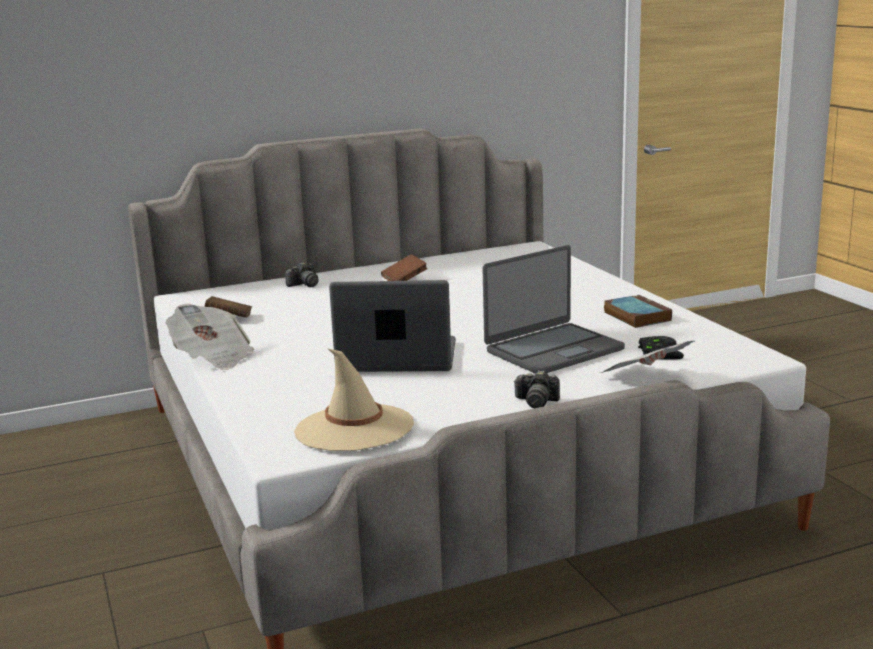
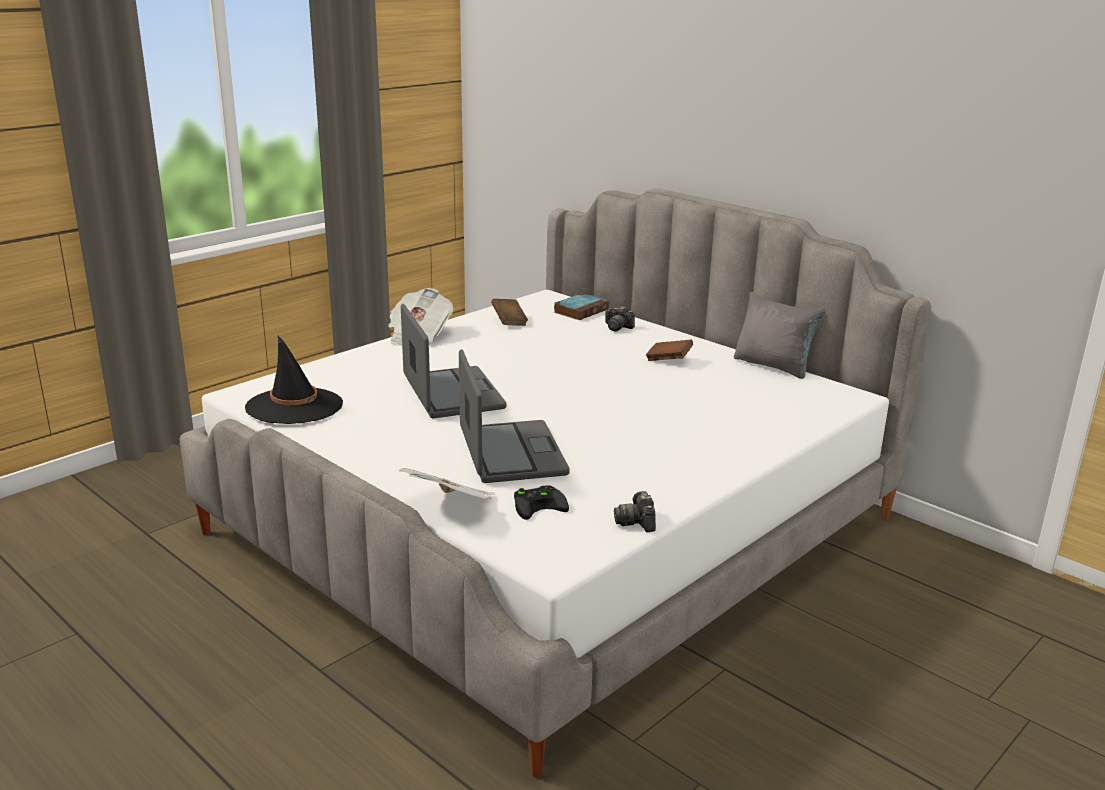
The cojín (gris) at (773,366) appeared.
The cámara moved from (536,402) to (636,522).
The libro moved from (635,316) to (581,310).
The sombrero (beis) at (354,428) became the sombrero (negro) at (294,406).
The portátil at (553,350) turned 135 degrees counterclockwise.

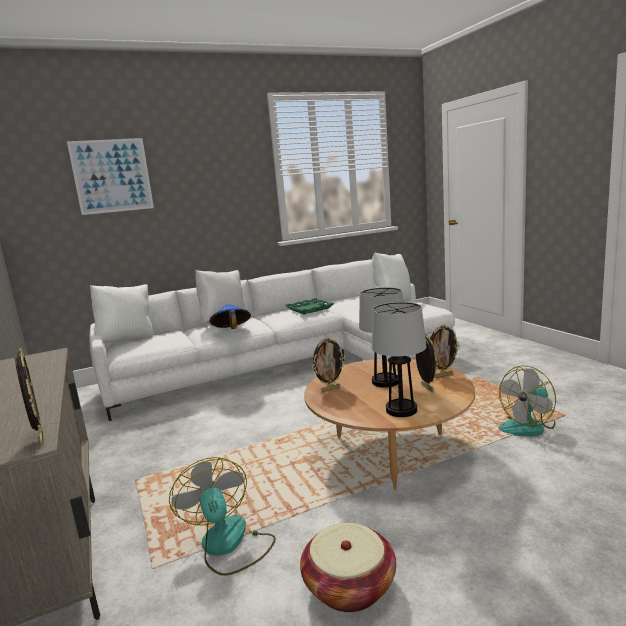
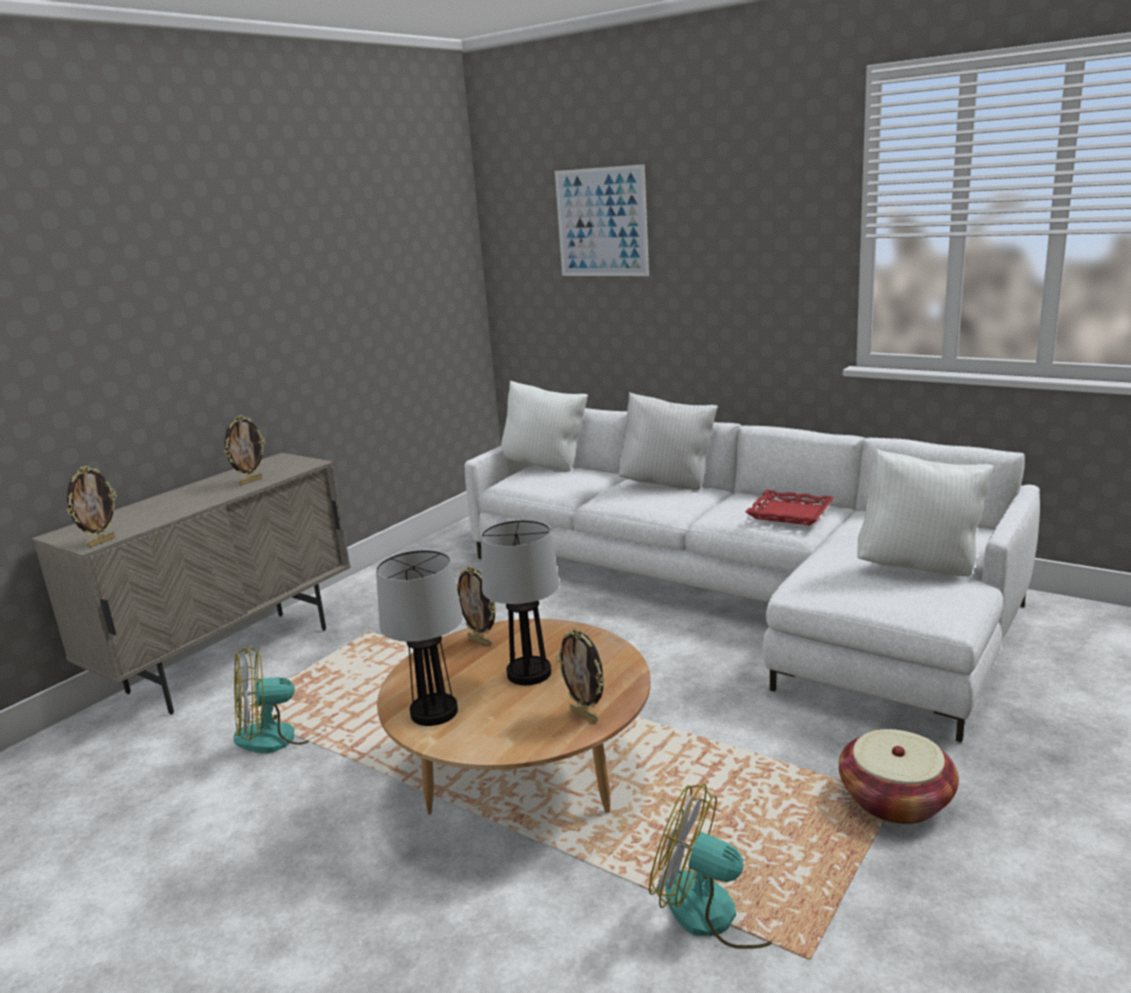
The sombrero (azul) at (231,330) disappeared.
The cesta moved from (349,586) to (895,800).
The portarretratos moved from (426,388) to (251,481).
The bandeja (verde) at (309,309) became the bandeja (rojo) at (789,513).
The ventilador at (228,545) turned 150 degrees counterclockwise.

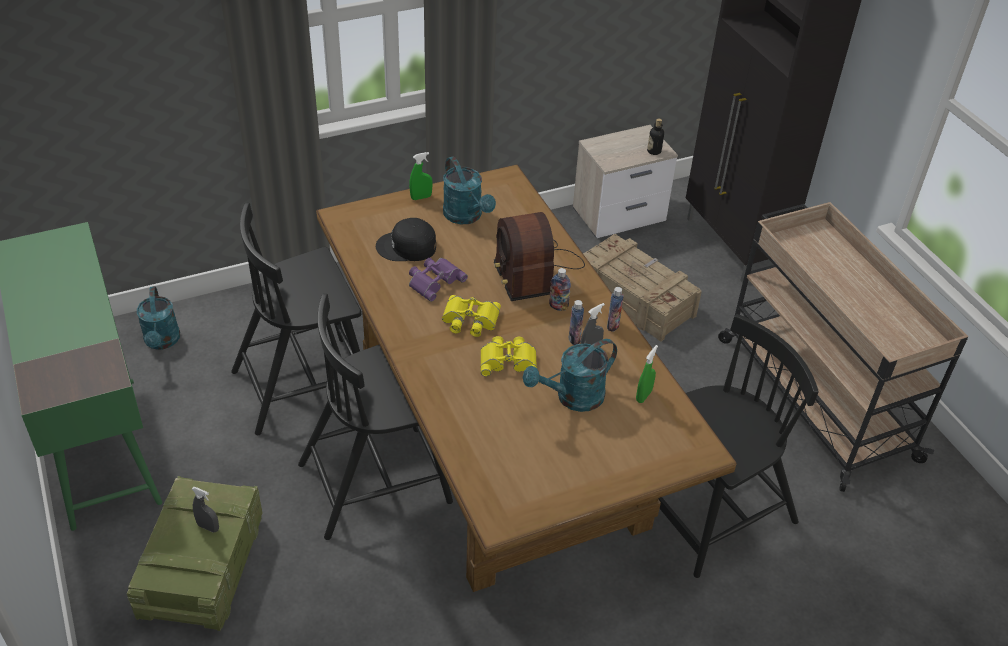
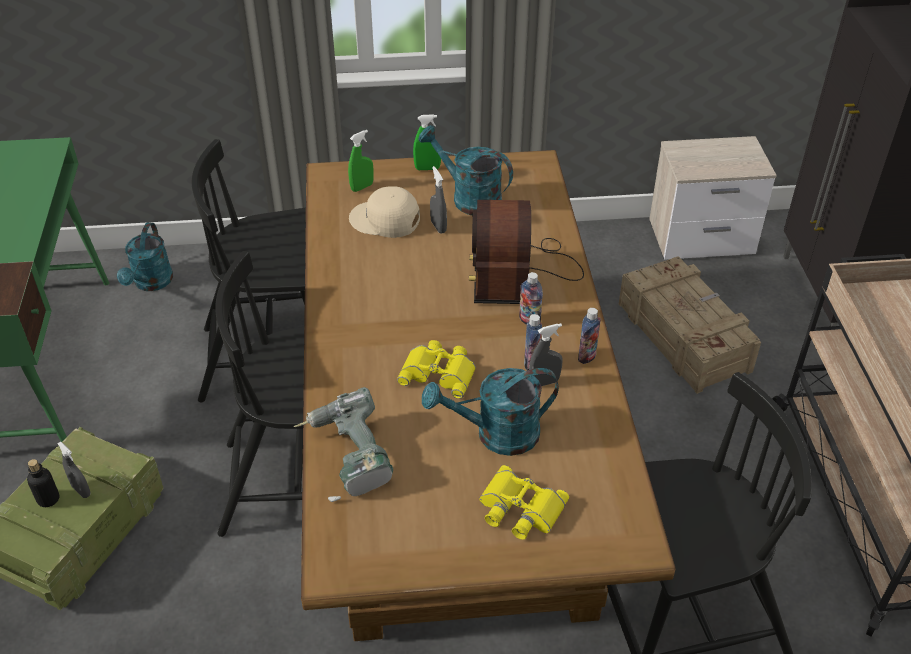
The prismáticos (morado) at (434,280) disappeared.
The taladro at (347,458) appeared.
The pulverizador (gris) at (438,227) appeared.
The prismáticos (amarillo) moved from (469,320) to (519,509).
The pulverizador (verde) moved from (643,396) to (362,187).
The botella moved from (654,151) to (48,499).
The gorra (negro) at (407,247) became the gorra (beis) at (385,220).
The regadera (turquesa) at (466,216) turned 135 degrees clockwise.

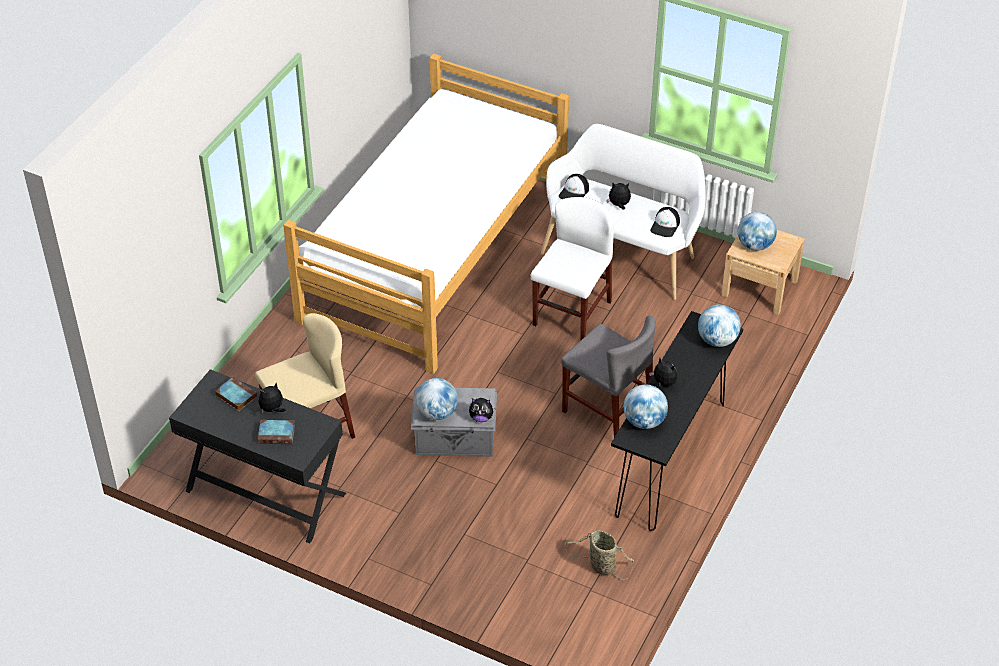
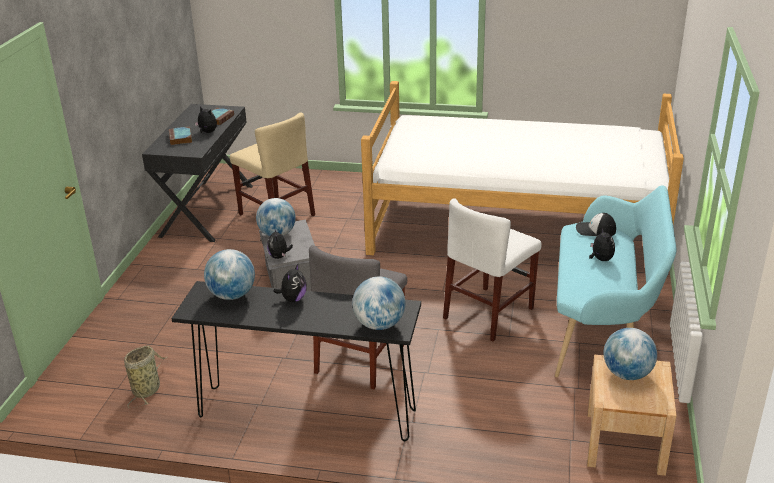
The gorra at (665,226) disappeared.
The banco (blanco) at (623,253) became the banco (turquesa) at (603,329).
The silla (blanco) at (572,313) turned 120 degrees clockwise.

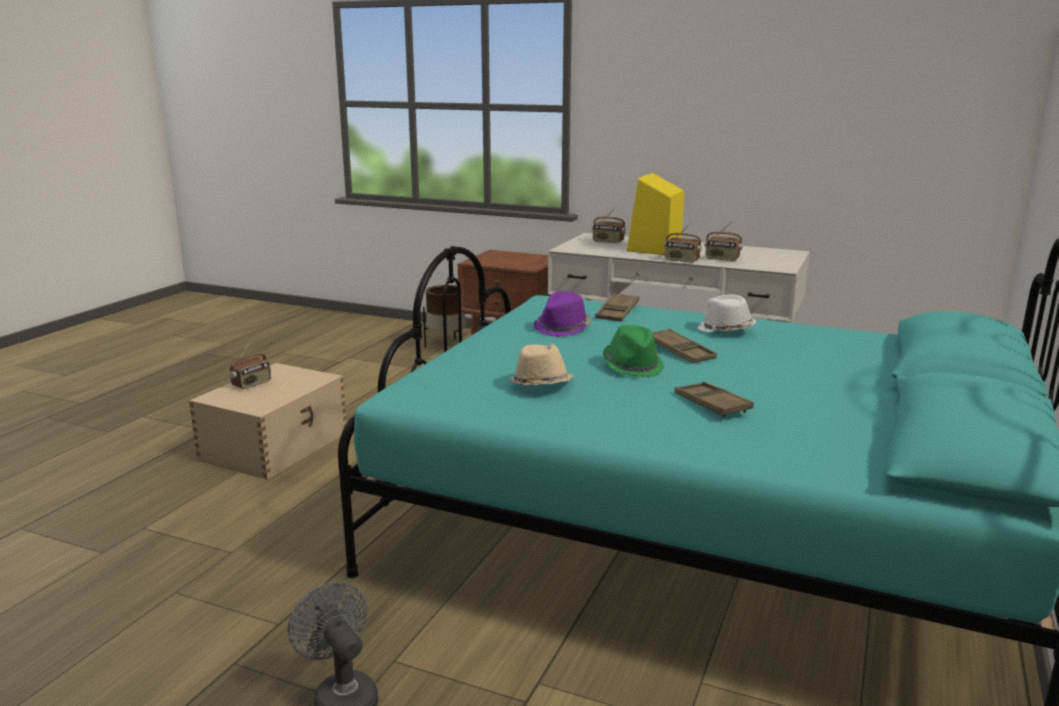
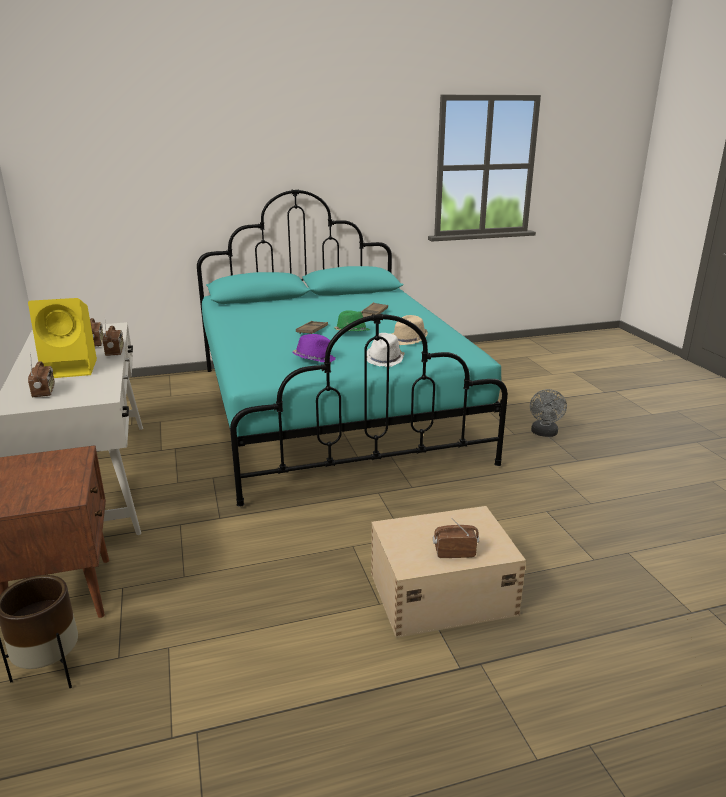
The bandeja (marrón) at (617,312) disappeared.
The sombrero (blanco) moved from (725,331) to (384,359).

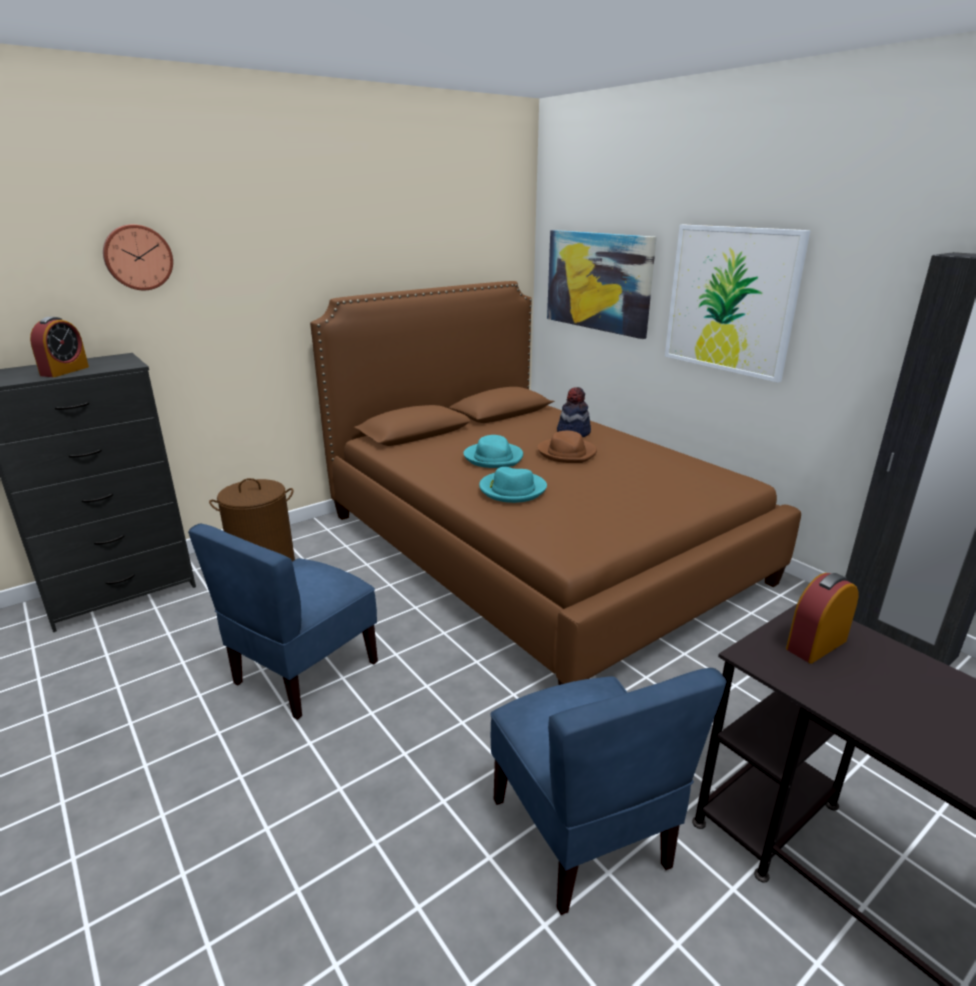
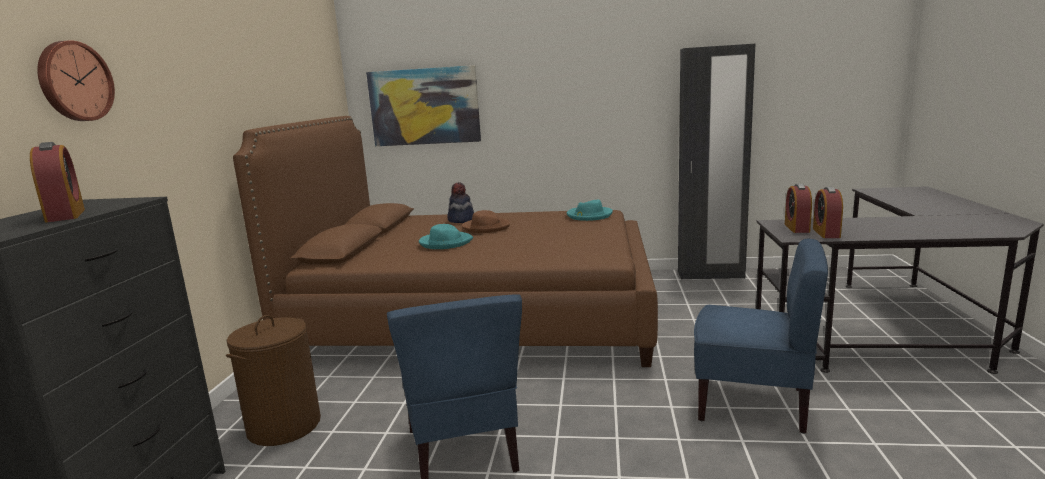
The cuadro at (731,300) disappeared.
The despertador at (826,233) appeared.
The sombrero (turquesa) moved from (512,489) to (589,216).

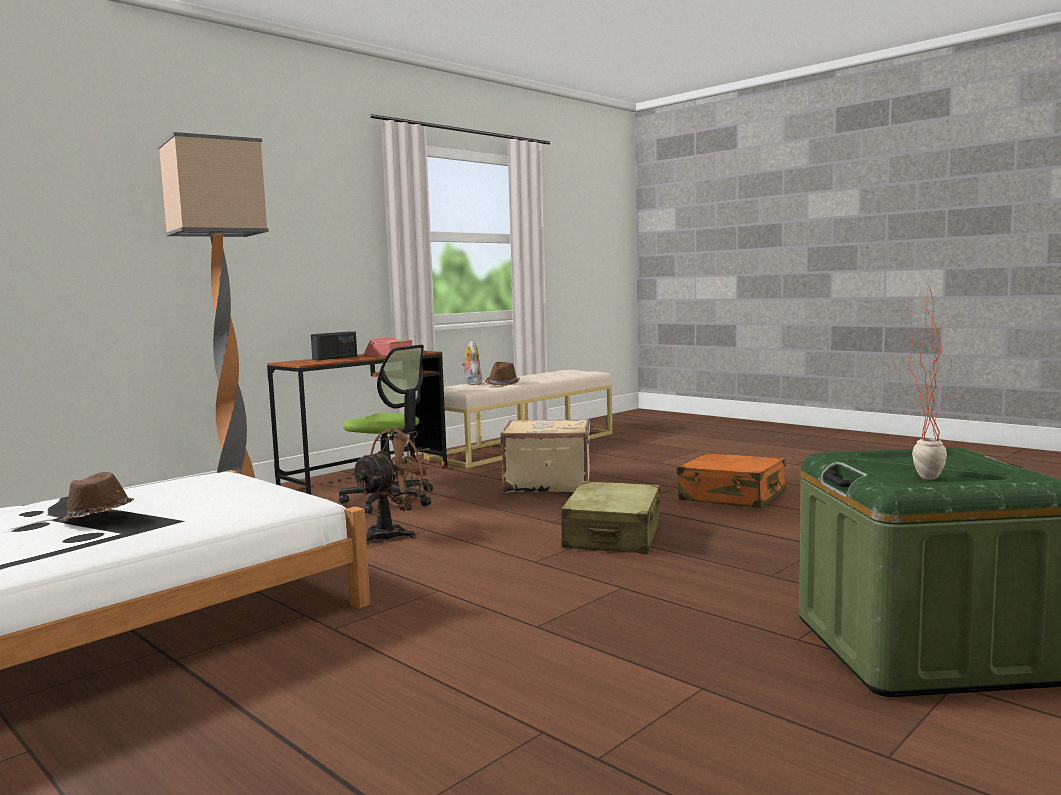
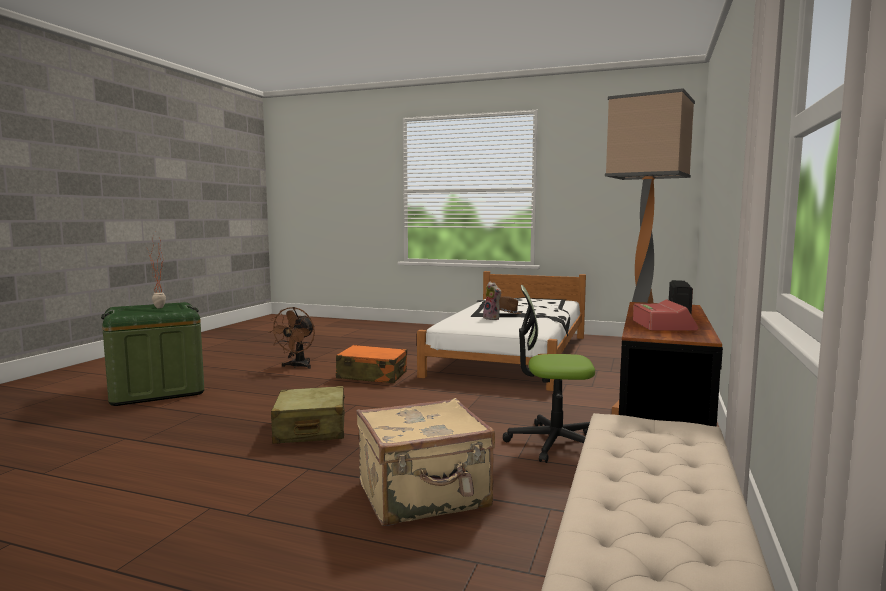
The sombrero (marrón) at (503,383) disappeared.
The ventilador (marrón) moved from (393,534) to (297,366).
The peluche moved from (472,384) to (492,318).
The maleta (naranja) moved from (732,497) to (372,375).

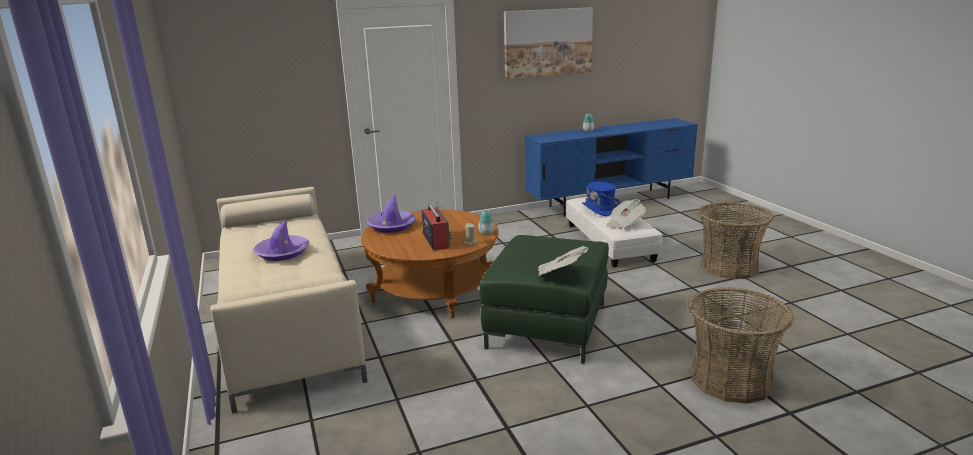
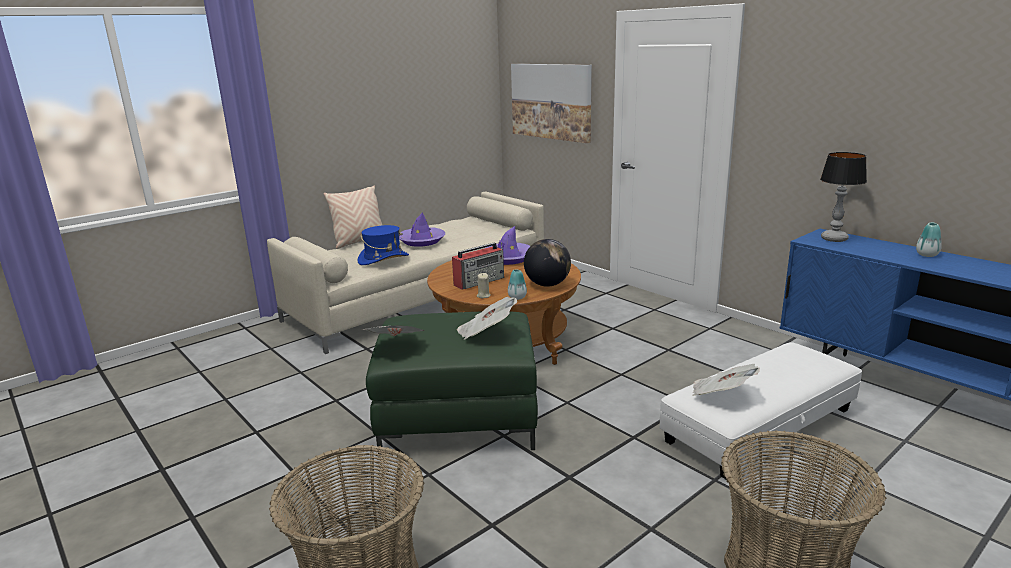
The cojín (beis) at (359,241) appeared.
The periódico at (486,332) appeared.
The globo terráqueo at (547,285) appeared.
The lámpara de mesa at (834,239) appeared.
The cuadro moved from (548,42) to (551,101).
The sombrero (azul) moved from (600,209) to (383,259).

